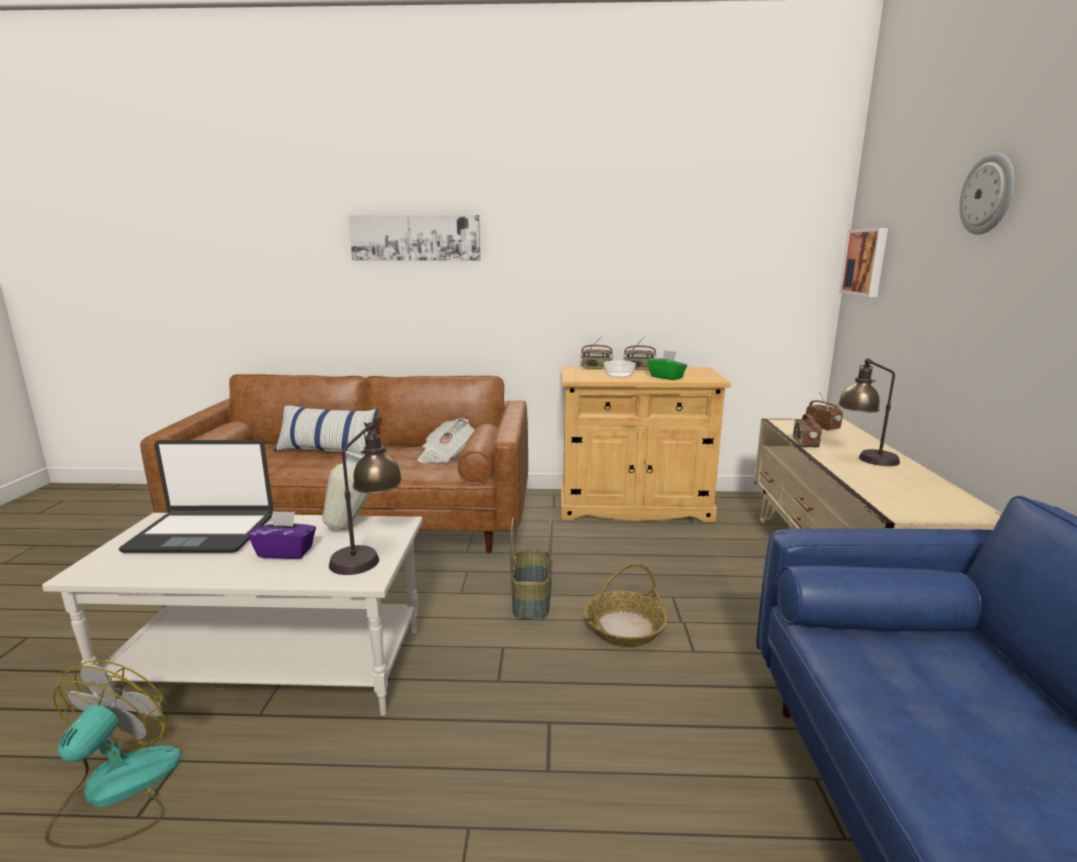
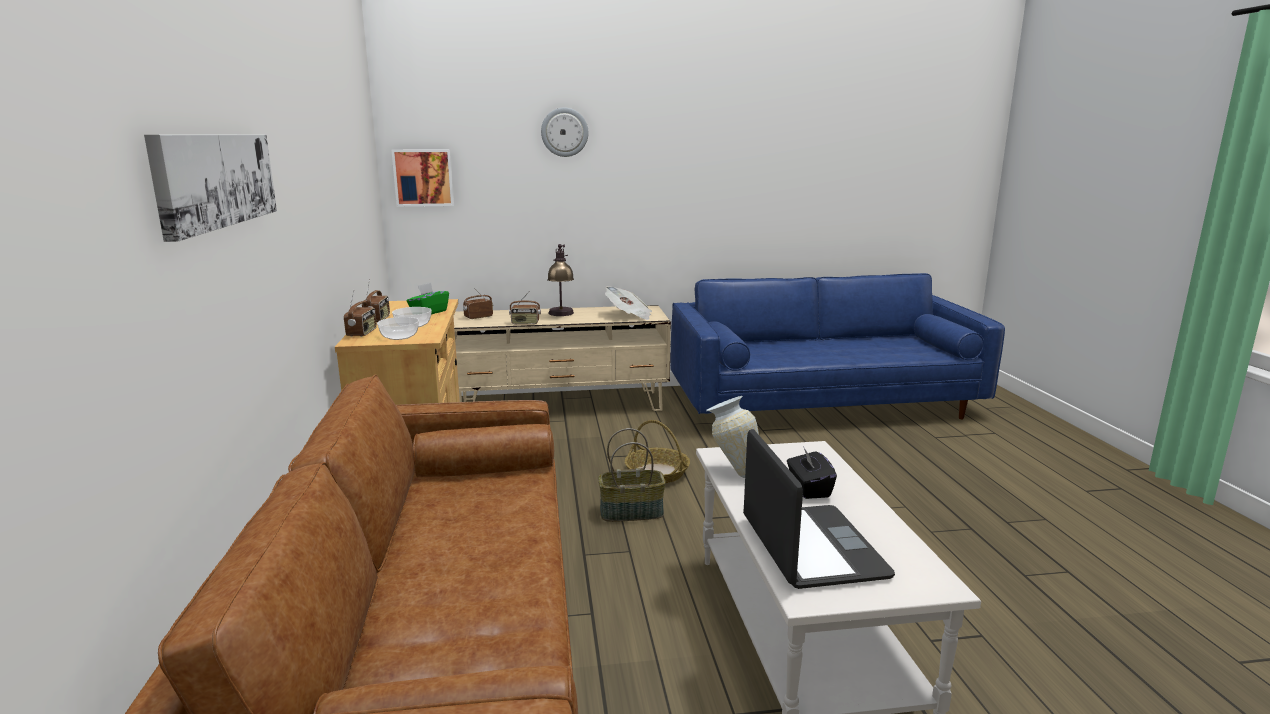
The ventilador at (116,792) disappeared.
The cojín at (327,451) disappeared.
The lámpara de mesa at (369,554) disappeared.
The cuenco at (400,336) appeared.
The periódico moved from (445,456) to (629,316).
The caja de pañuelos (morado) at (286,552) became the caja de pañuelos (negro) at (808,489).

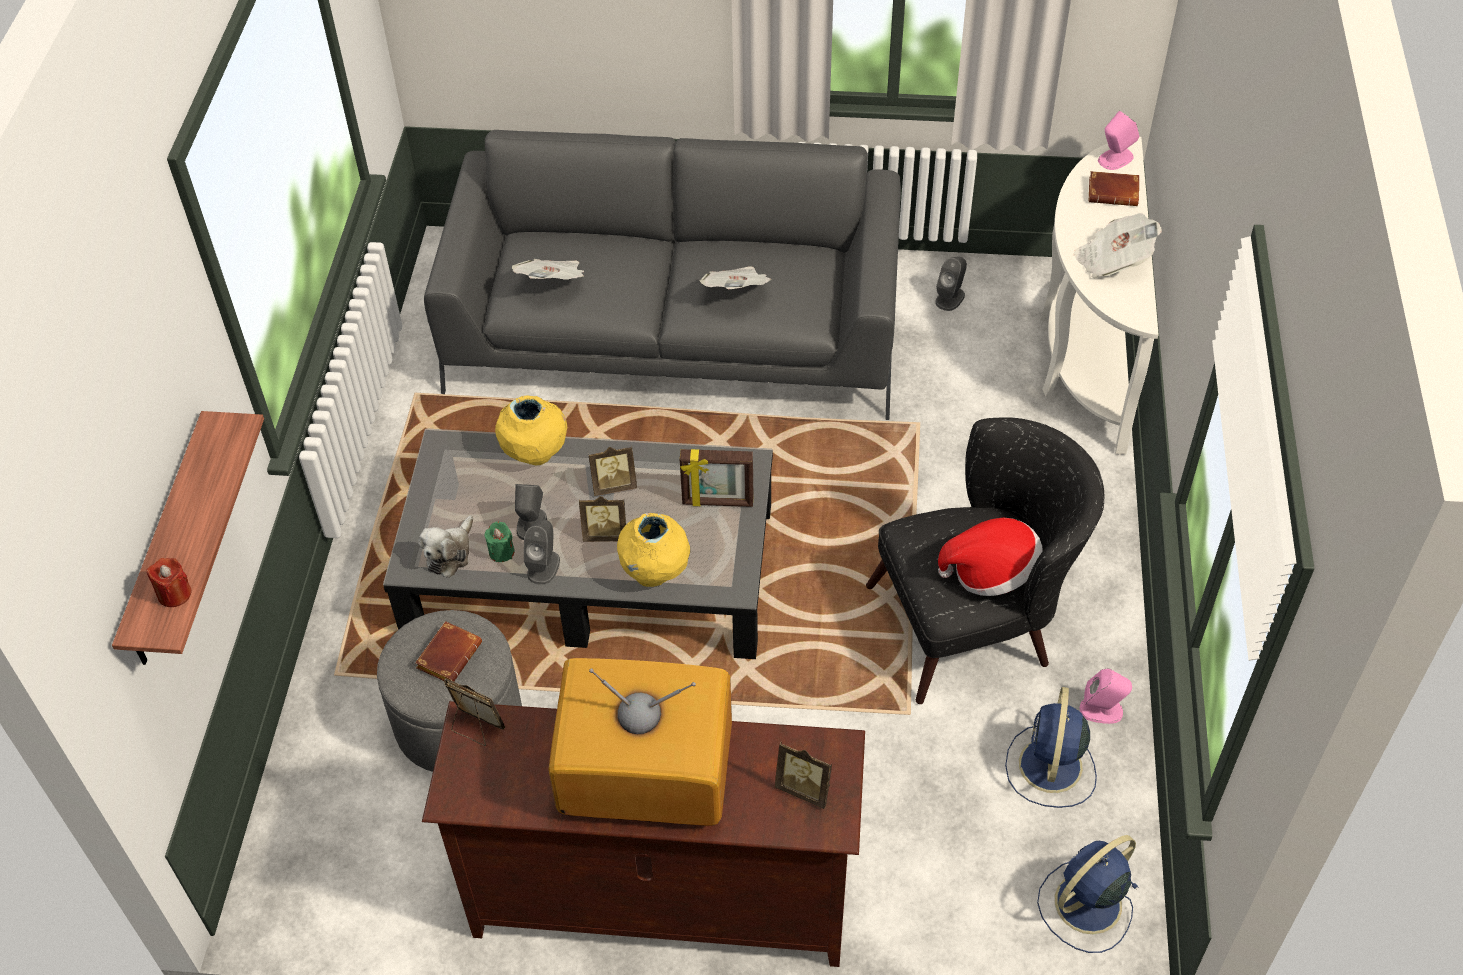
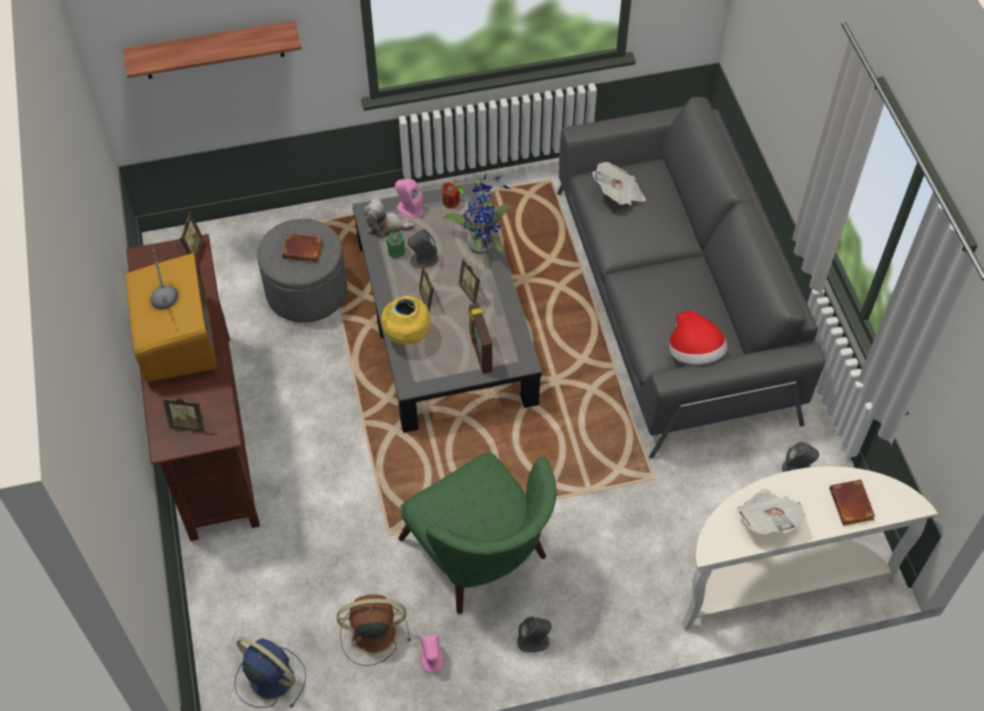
The periódico at (736,292) disappeared.
The vela (rojo) moved from (174,594) to (450,202).
The altavoz (gris) moved from (543,566) to (533,641).
The sombrero moved from (991,572) to (694,353).
The altavoz (rosa) moved from (1115,159) to (409,208).
The florero (amarillo) at (536,455) was replaced by the planta en maceta at (481,243).
The sillón (negro) at (977,622) became the sillón (verde) at (481,559).
The ventilador (azul) at (1050,768) became the ventilador (marrón) at (372,633).
The portarretratos at (805,789) turned 90 degrees counterclockwise.

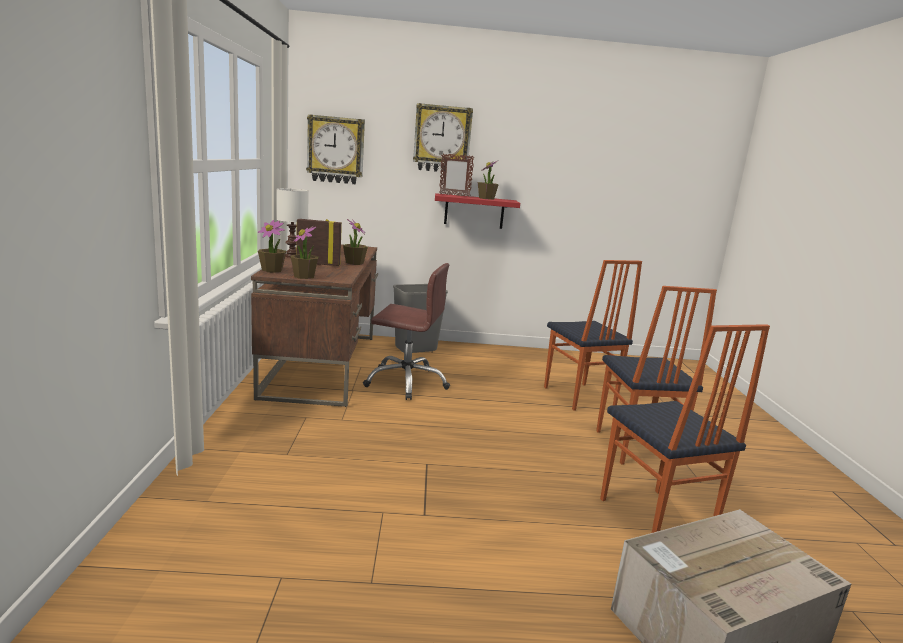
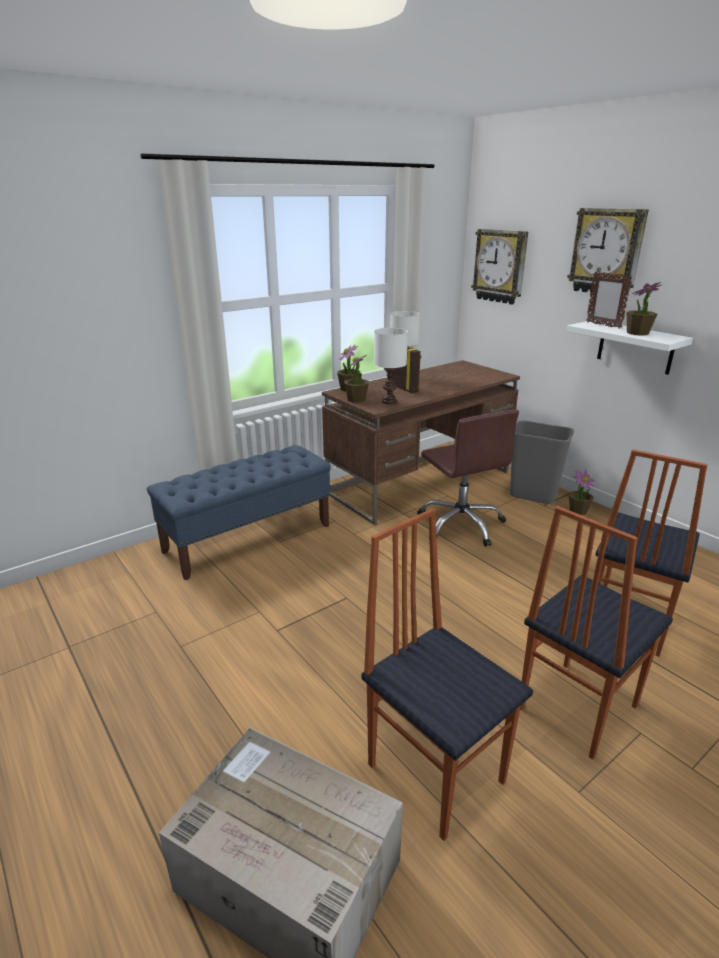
The banco (azul) at (248,538) appeared.
The lámpara de mesa (blanco) at (388,401) appeared.
The planta en maceta moved from (354,263) to (578,511).
The estante (rojo) at (474,211) became the estante (blanco) at (635,347).
The silla at (654,519) turned 105 degrees clockwise.

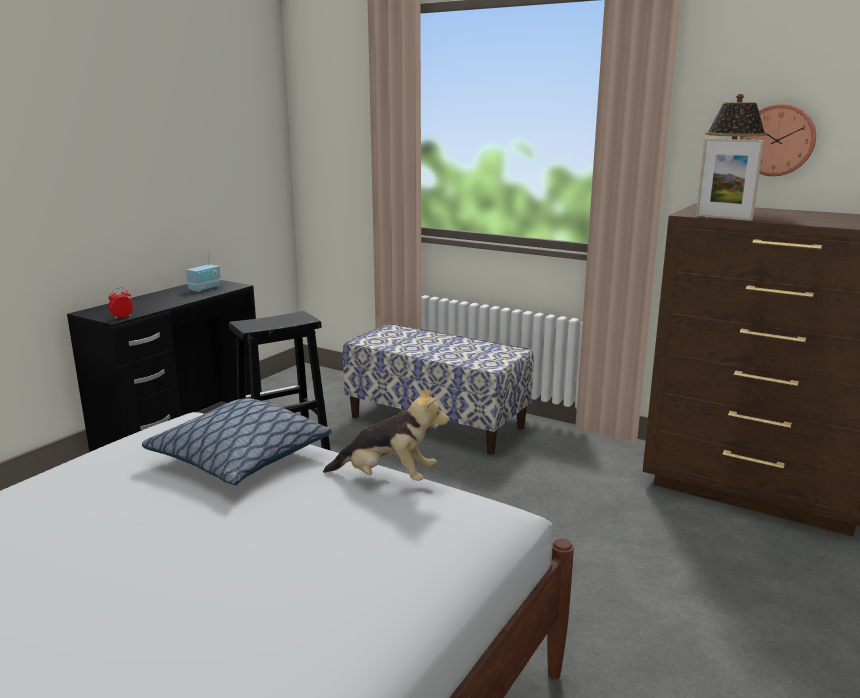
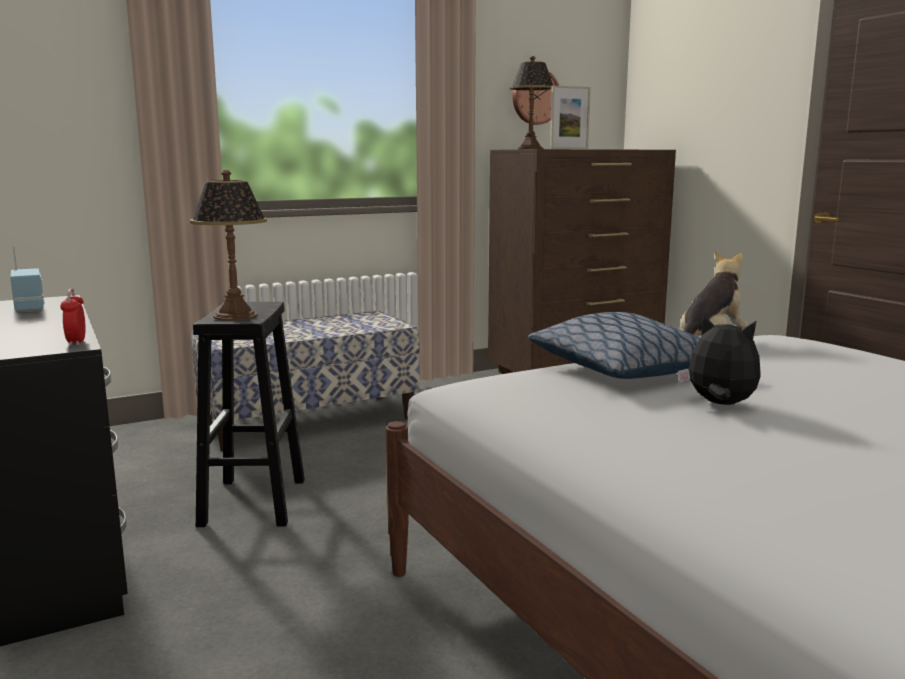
The lámpara de mesa at (235,316) appeared.
The peluche at (719,404) appeared.

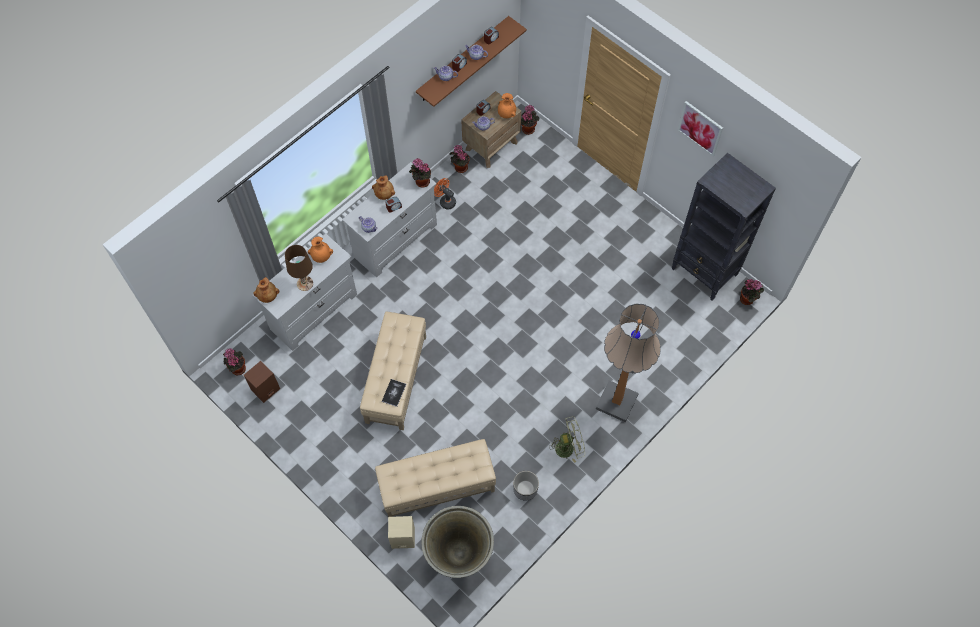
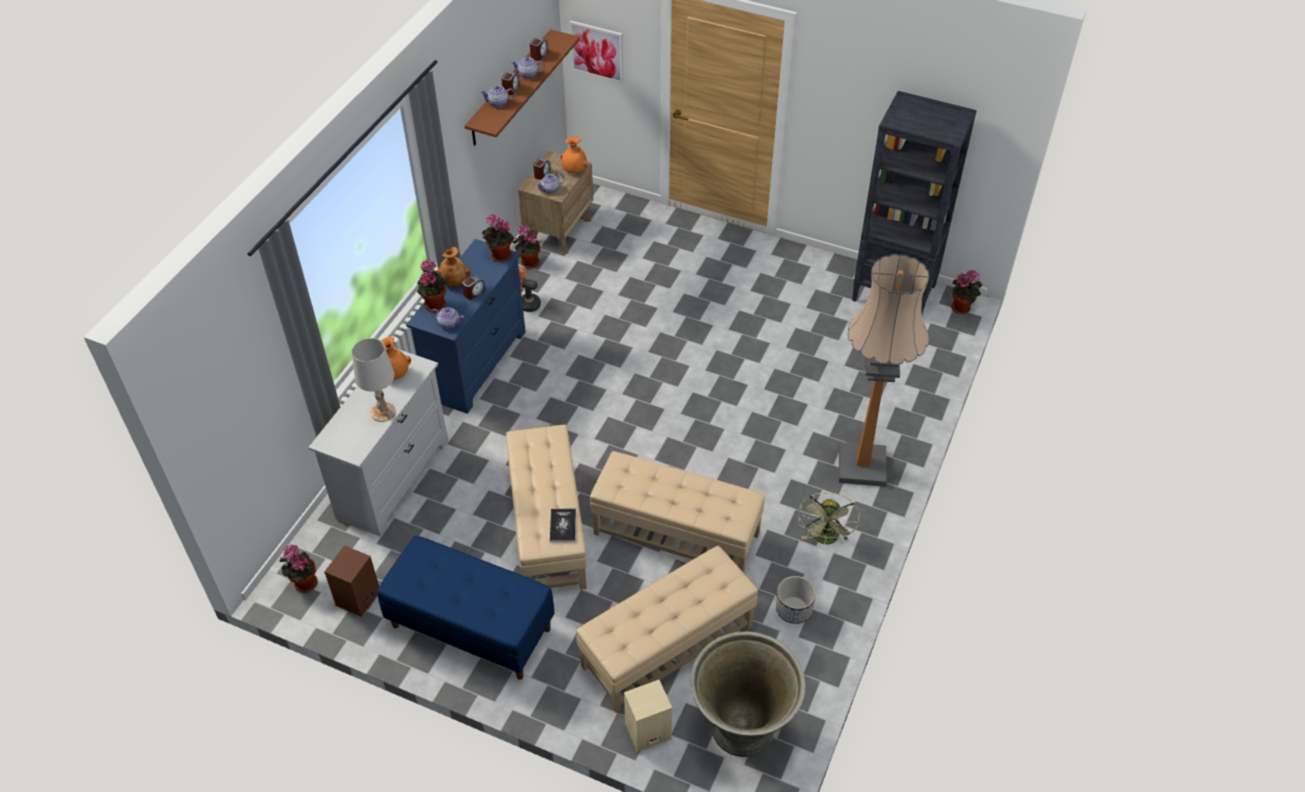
The florero (marrón) at (268,296) disappeared.
The banco (azul) at (470,628) appeared.
The puf (beis) at (676,533) appeared.
The planta en maceta moved from (528,128) to (434,304).
The cuadro moved from (700,128) to (597,51).
The lámpara de mesa (marrón) at (305,283) became the lámpara de mesa (blanco) at (383,412).
The cómoda (blanco) at (396,240) became the cómoda (azul) at (477,364).
The ventilador (verde) at (568,447) turned 135 degrees clockwise.

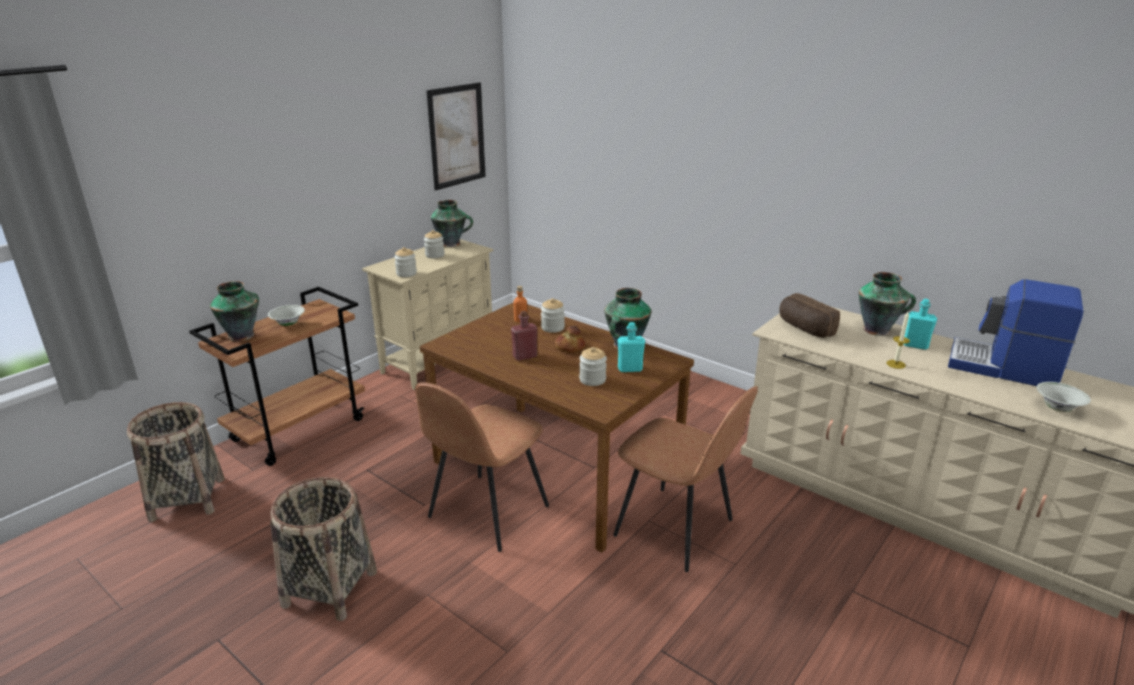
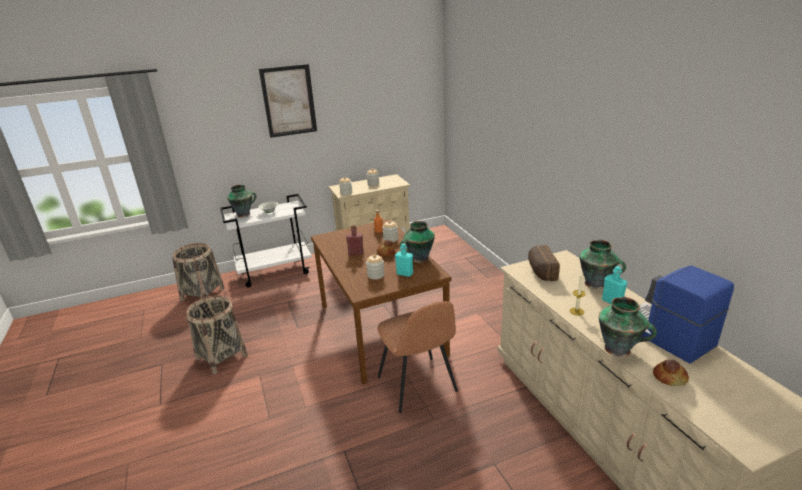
The silla (marrón) at (486,513) disappeared.
The cuadro moved from (457,136) to (289,101).
The florero moved from (451,244) to (619,350).
The cuenco (blanco) at (1057,408) was replaced by the pan at (669,377).
The carrito (marrón) at (299,429) became the carrito (blanco) at (275,271).

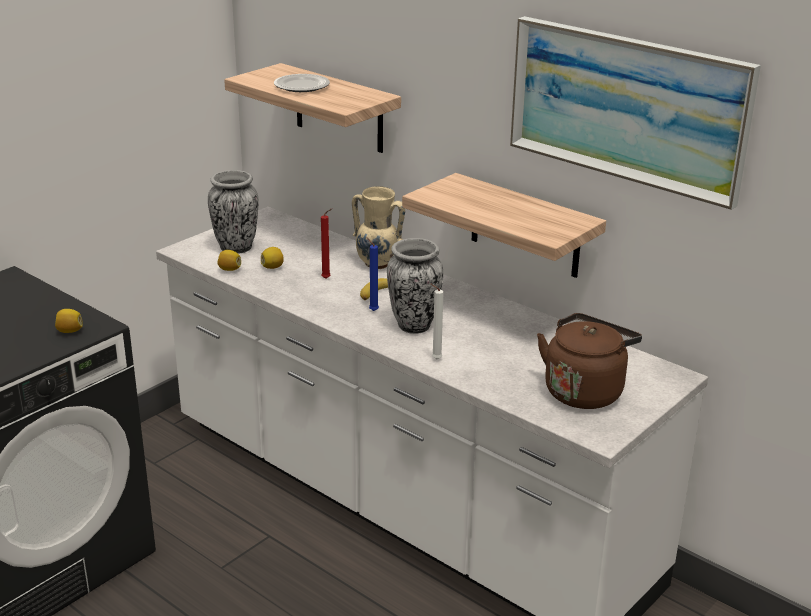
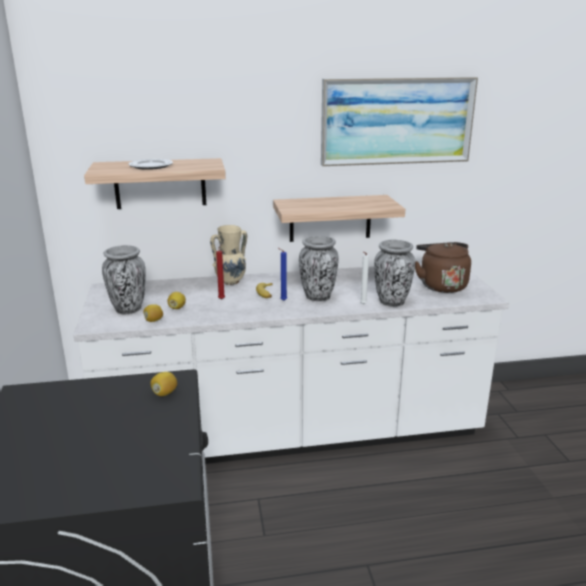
The florero at (392,302) appeared.

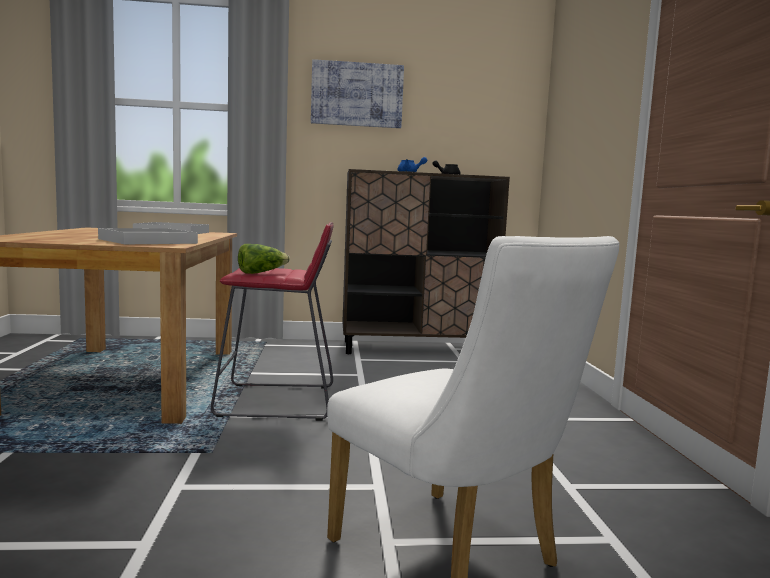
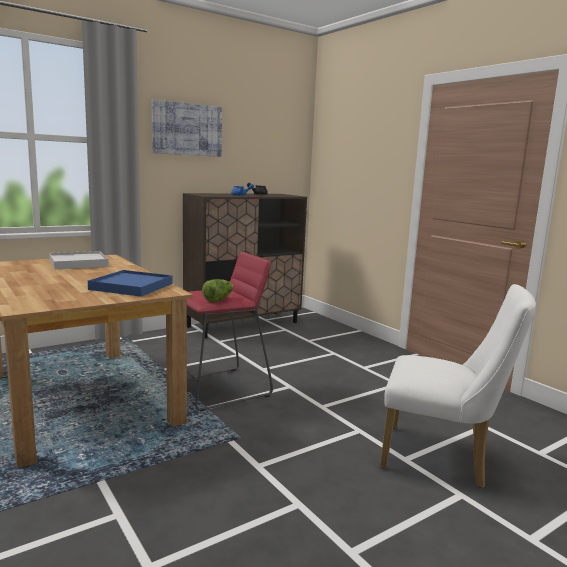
The bandeja (blanco) at (148,241) became the bandeja (azul) at (131,286).

